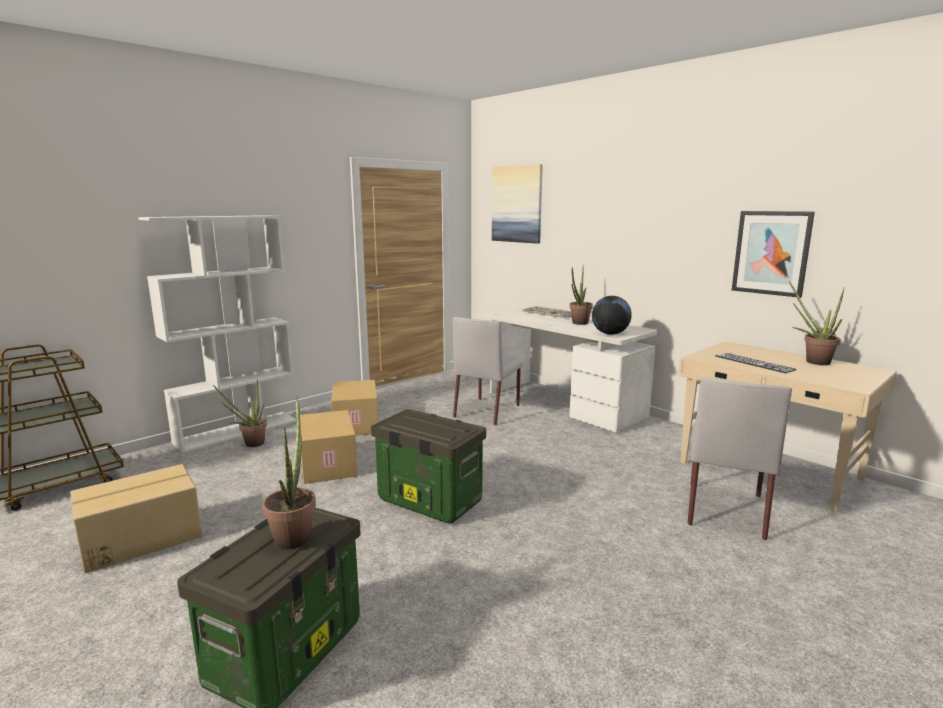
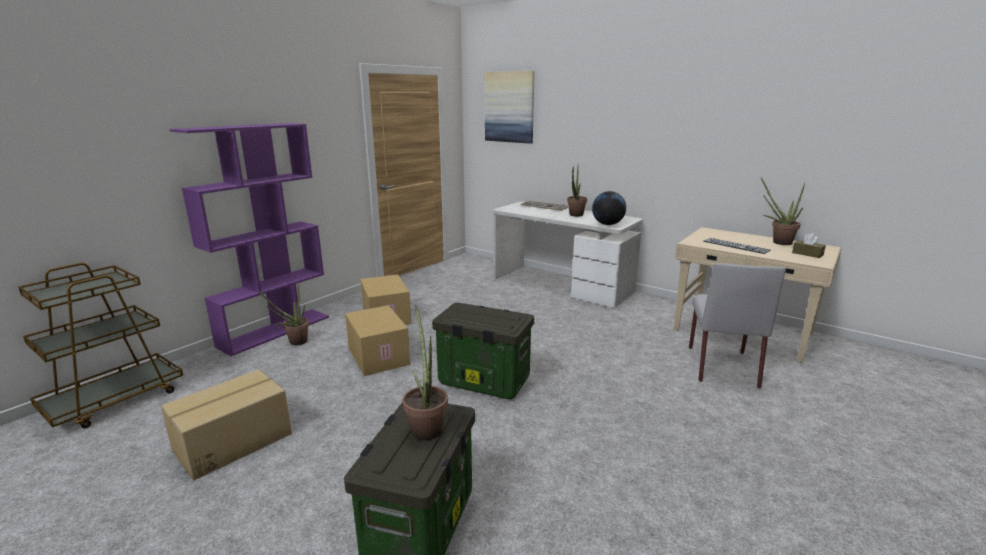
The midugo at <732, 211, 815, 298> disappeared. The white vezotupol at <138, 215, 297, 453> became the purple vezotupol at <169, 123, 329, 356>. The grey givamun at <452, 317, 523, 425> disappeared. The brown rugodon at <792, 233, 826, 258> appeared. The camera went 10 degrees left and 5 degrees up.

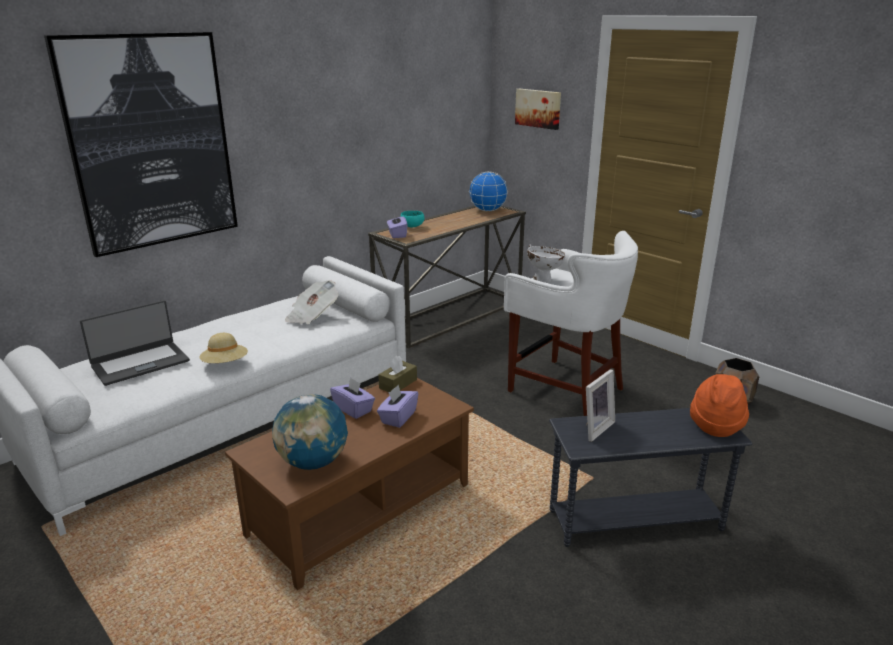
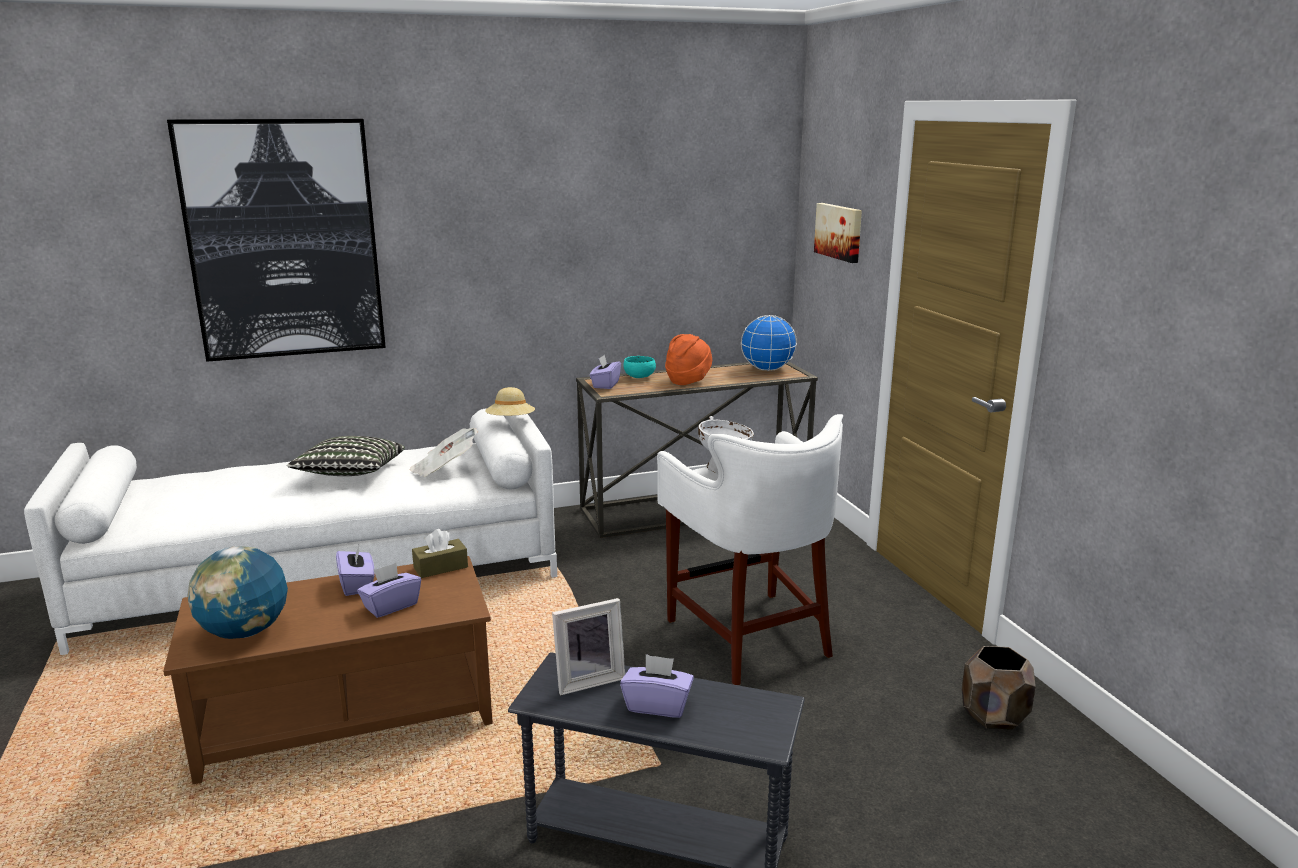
The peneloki at <80, 300, 190, 386> disappeared. The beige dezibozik moved from <200, 333, 248, 363> to <485, 387, 535, 416>. The orange dezibozik moved from <690, 374, 749, 437> to <665, 334, 712, 385>. The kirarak at <287, 436, 405, 476> appeared. The purple rugodon at <620, 654, 694, 718> appeared. The camera went 25 degrees right and 5 degrees down.

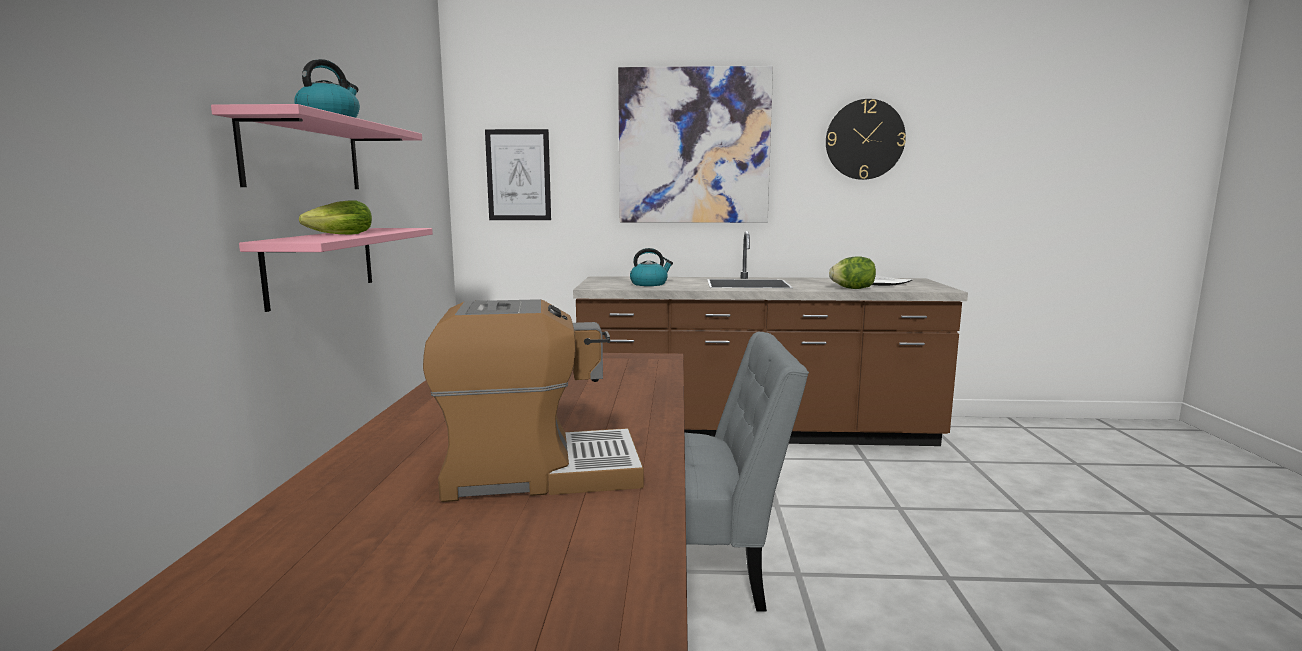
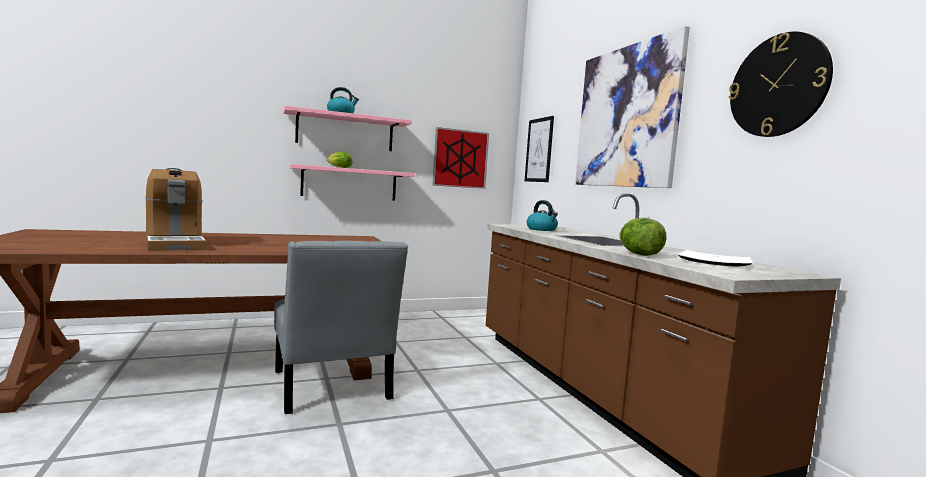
The midugo at <432, 127, 489, 189> appeared. The camera went 65 degrees right and 5 degrees down.

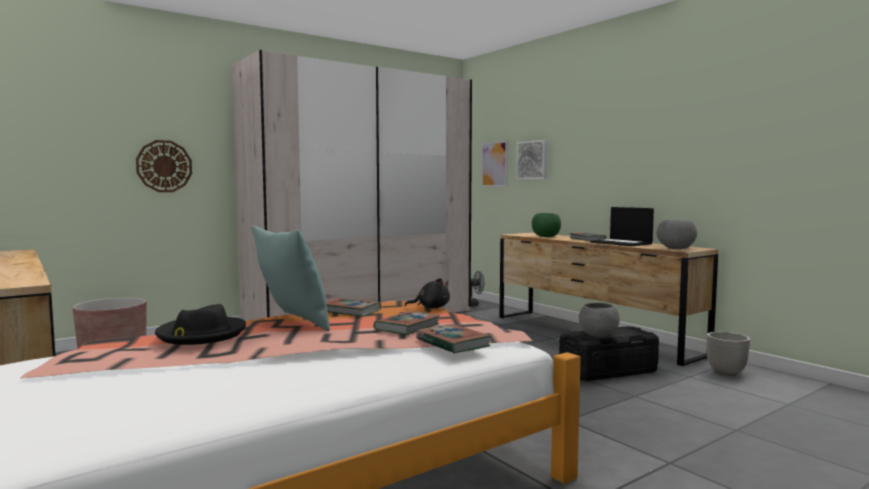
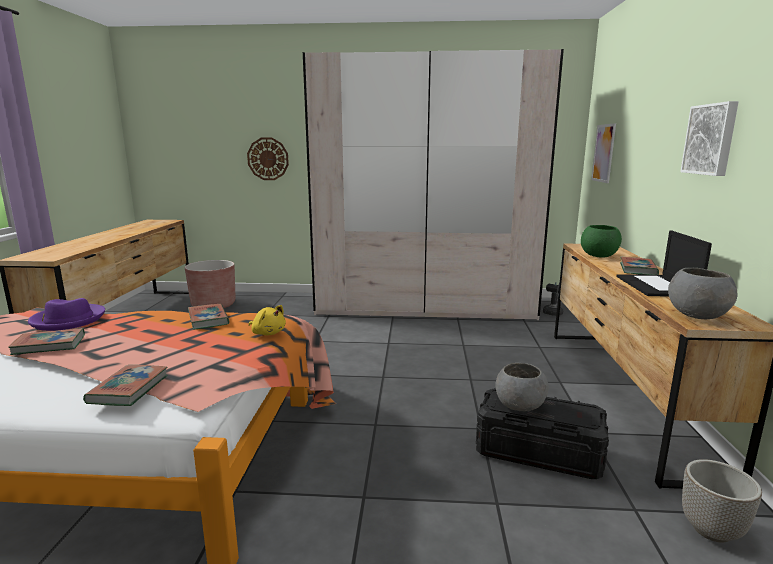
The midugo moved from <516, 140, 547, 179> to <680, 101, 739, 176>. The turquoise kirarak at <251, 226, 330, 331> disappeared. The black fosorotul at <405, 278, 450, 308> became the yellow fosorotul at <249, 305, 286, 335>. The black dezibozik at <155, 304, 246, 345> became the purple dezibozik at <28, 298, 105, 331>. The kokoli moved from <374, 311, 440, 335> to <8, 328, 85, 355>. The camera went 40 degrees right and 10 degrees up.

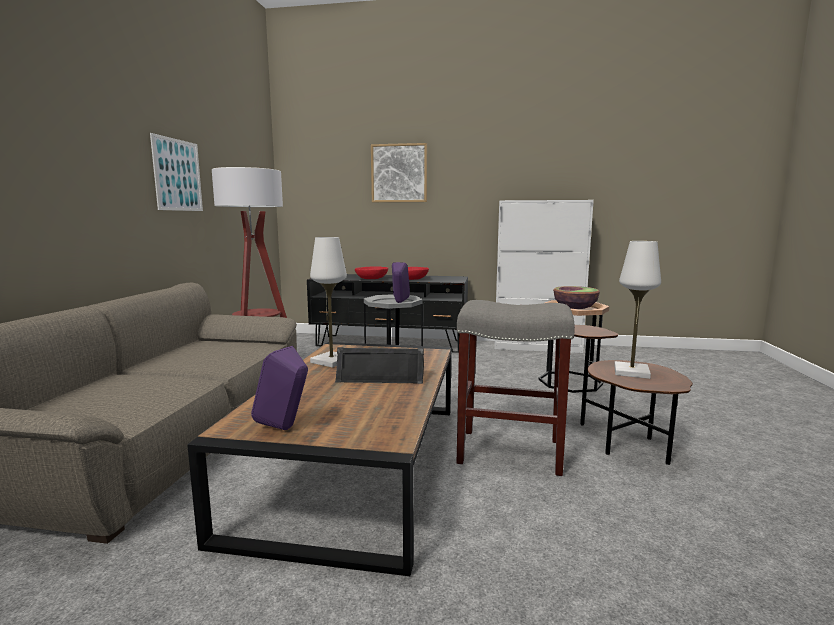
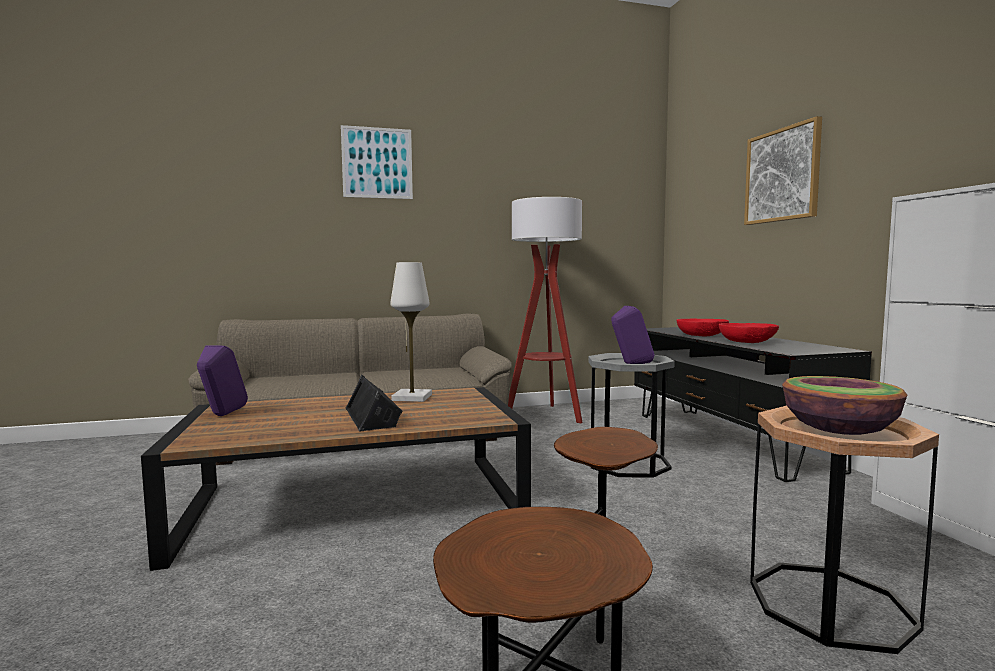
The midugo moved from <150, 133, 203, 211> to <341, 125, 413, 199>. The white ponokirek at <614, 241, 661, 379> disappeared. The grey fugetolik at <457, 300, 575, 476> disappeared. The camera went 65 degrees right and 5 degrees down.

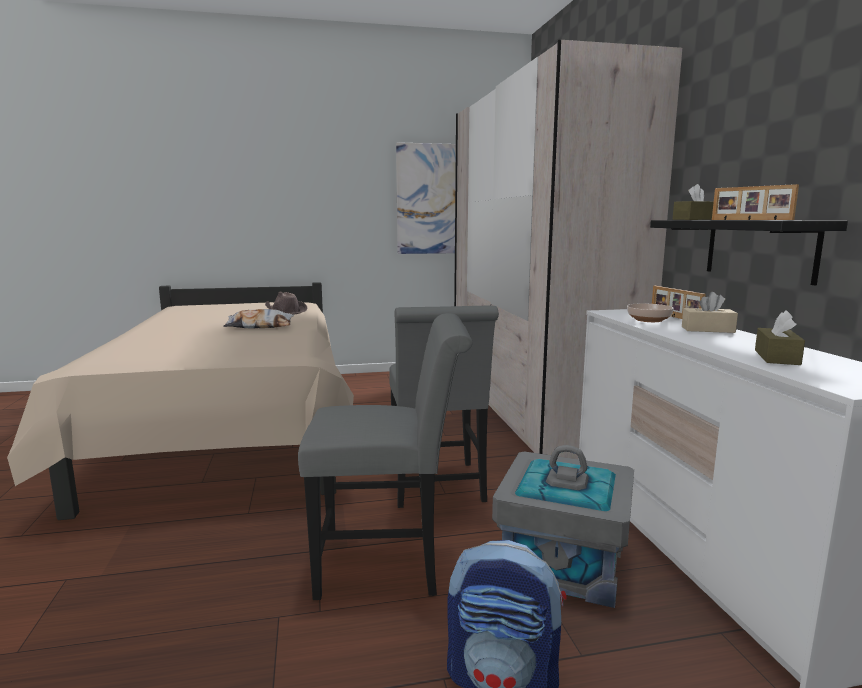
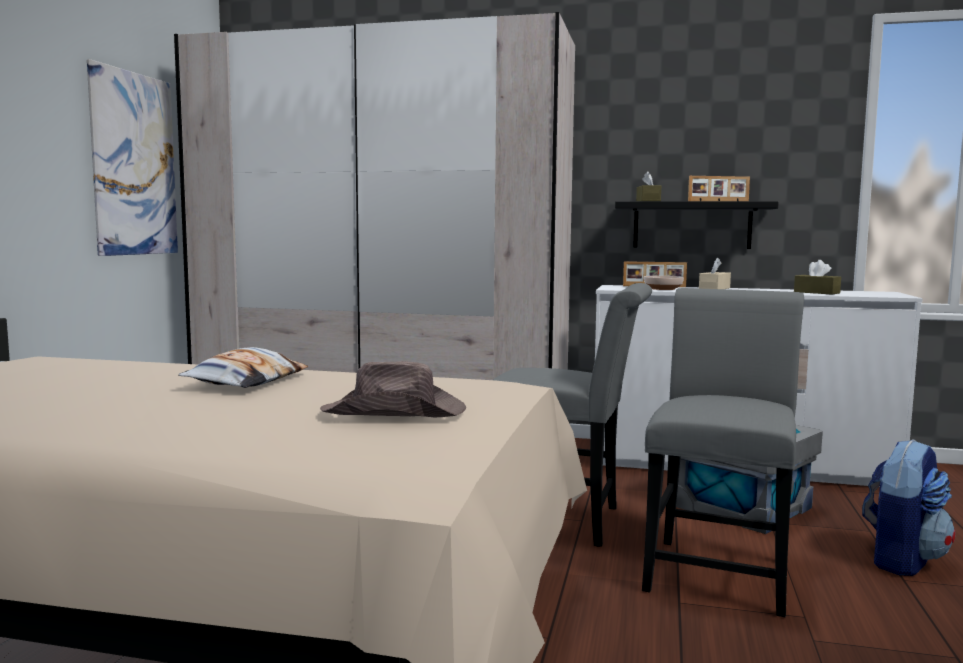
The brown dezibozik moved from <265, 292, 308, 314> to <320, 361, 466, 417>. The camera went 65 degrees left and 5 degrees down.

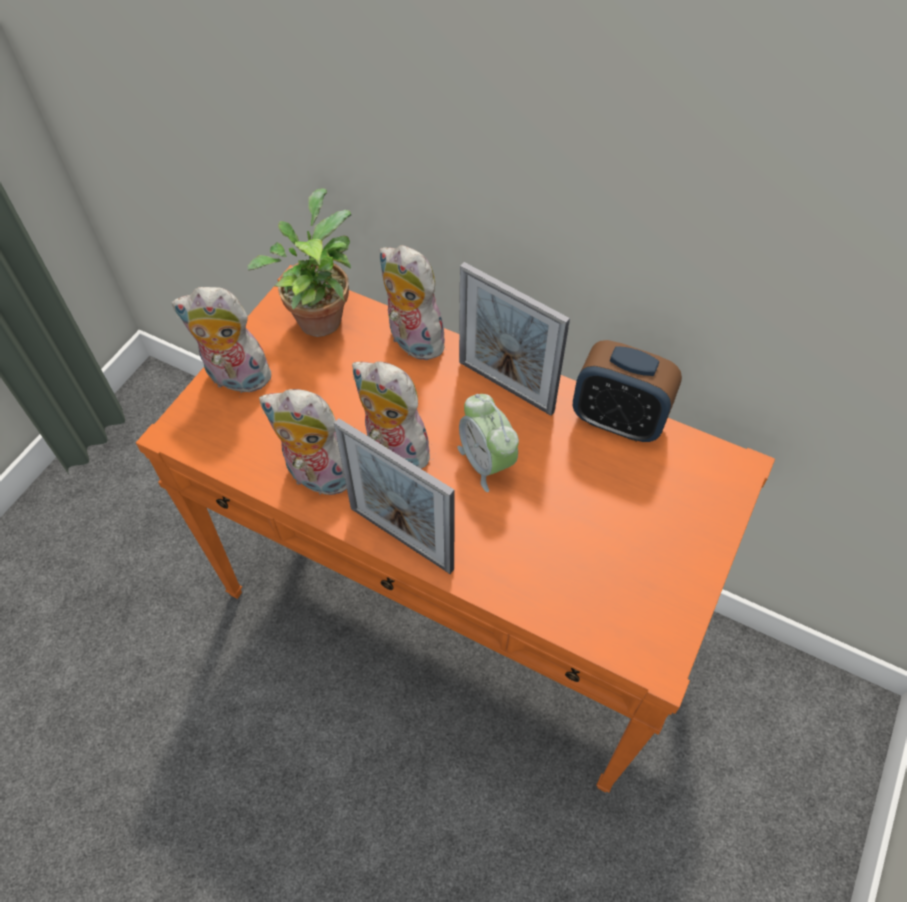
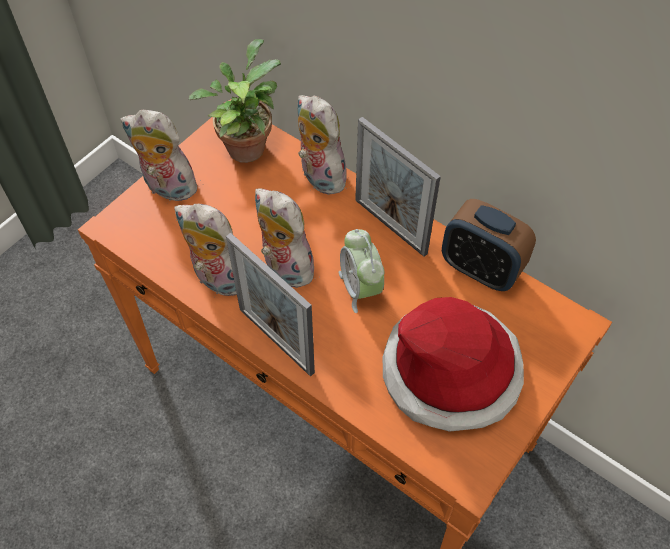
The dezibozik at <383, 297, 524, 432> appeared. The camera went 10 degrees right and 0 degrees up.

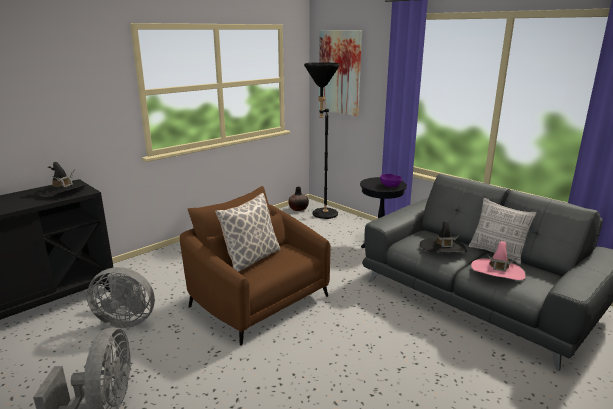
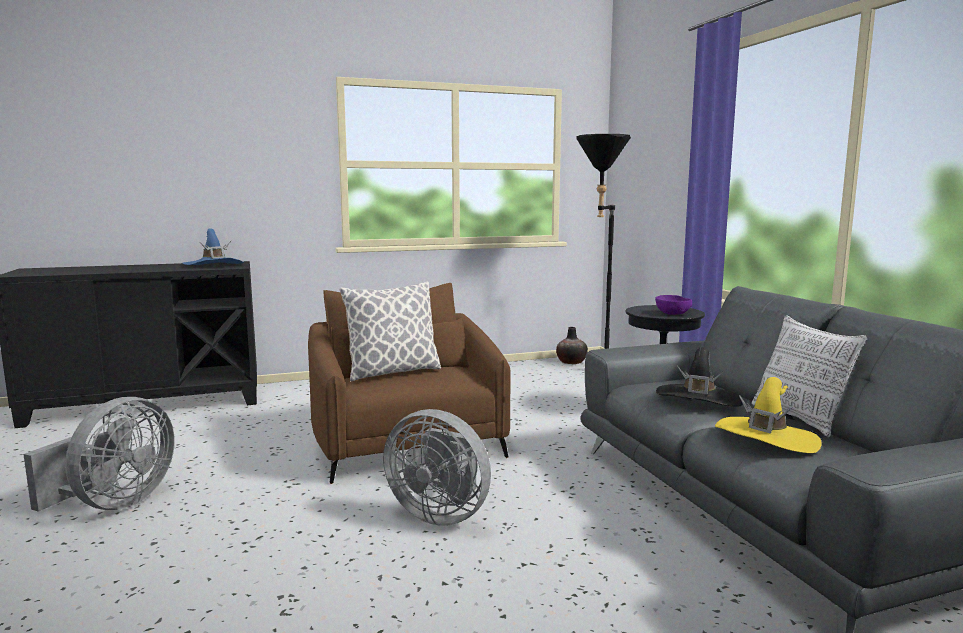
The midugo at <319, 30, 362, 116> disappeared. The black dezibozik at <35, 162, 87, 197> became the blue dezibozik at <182, 228, 244, 265>. The pink dezibozik at <471, 241, 525, 280> became the yellow dezibozik at <715, 377, 822, 453>. The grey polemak moved from <87, 267, 155, 328> to <383, 409, 491, 526>. The camera went 25 degrees right and 10 degrees down.

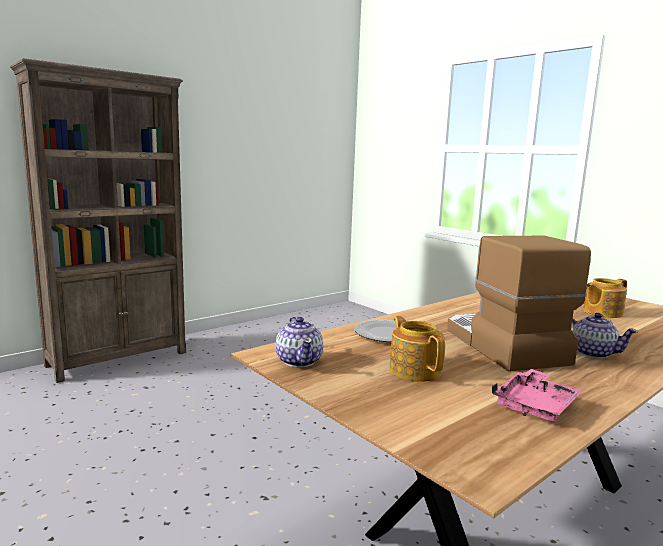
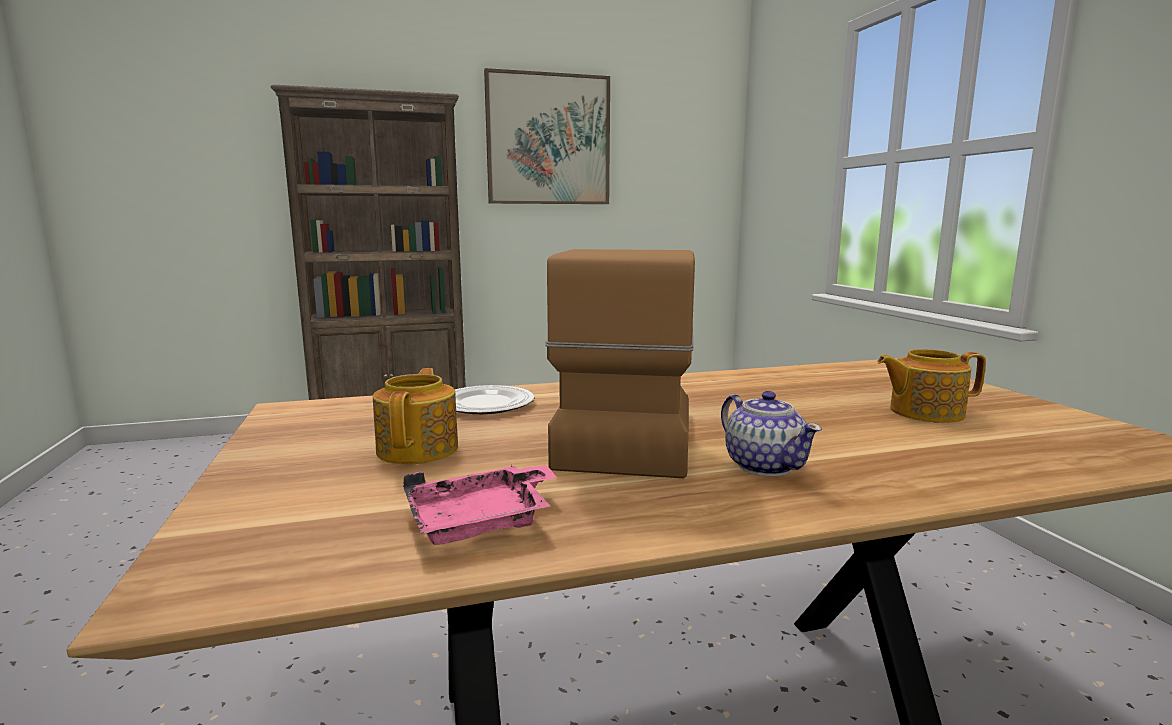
The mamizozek at <276, 317, 323, 367> disappeared. The midugo at <484, 68, 610, 204> appeared. The camera went 25 degrees right and 0 degrees up.

